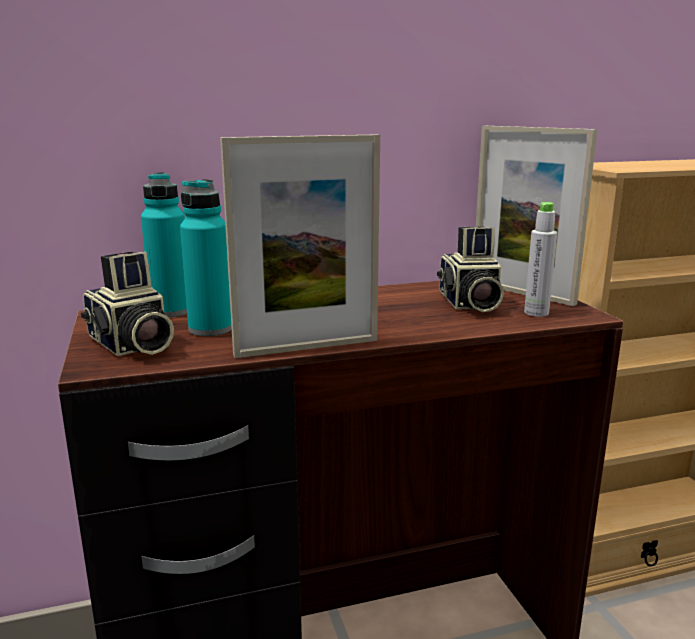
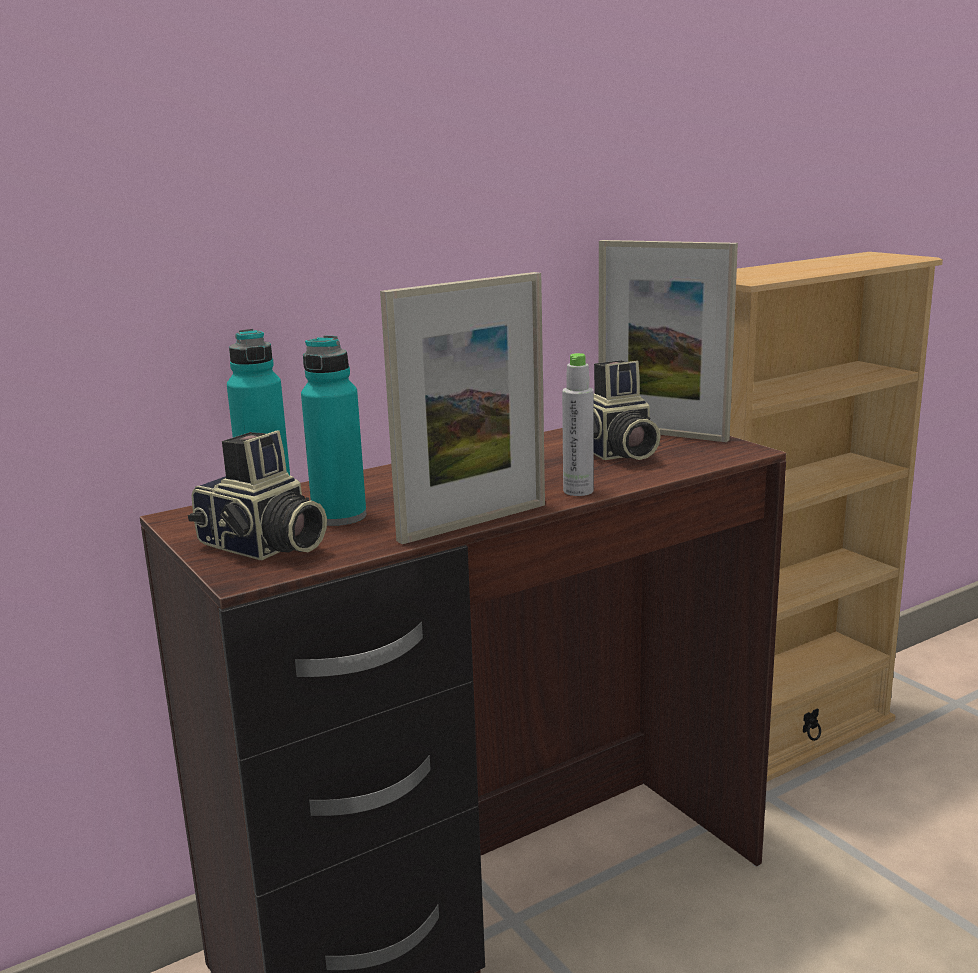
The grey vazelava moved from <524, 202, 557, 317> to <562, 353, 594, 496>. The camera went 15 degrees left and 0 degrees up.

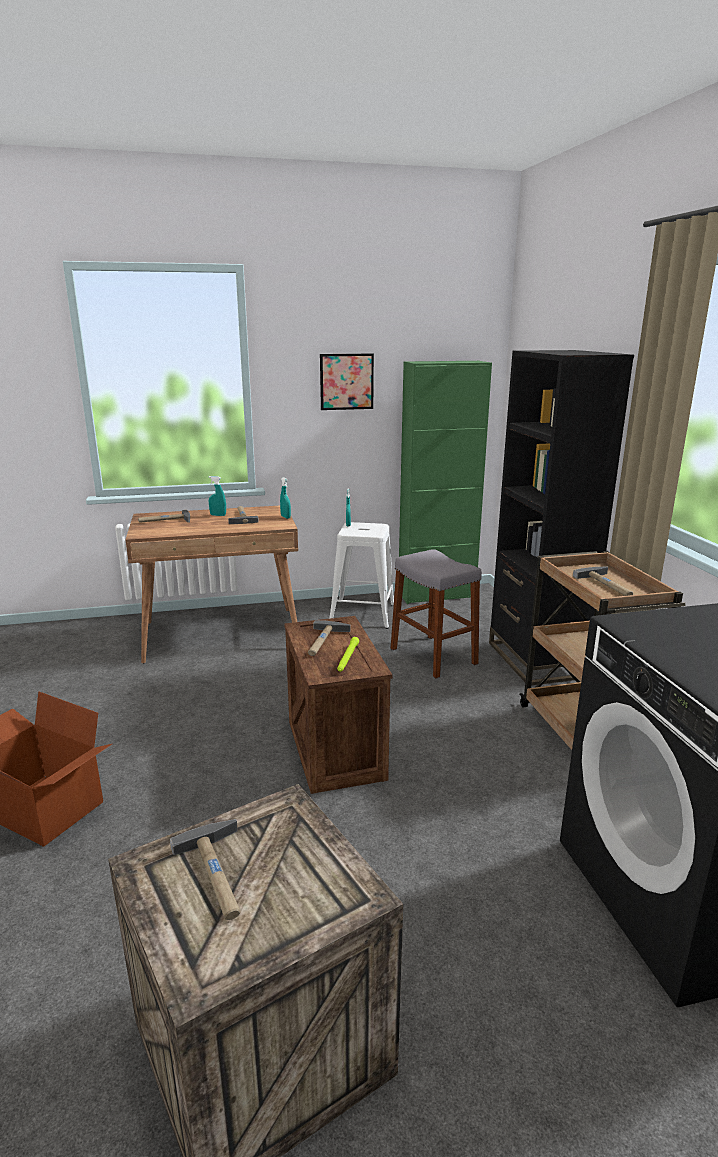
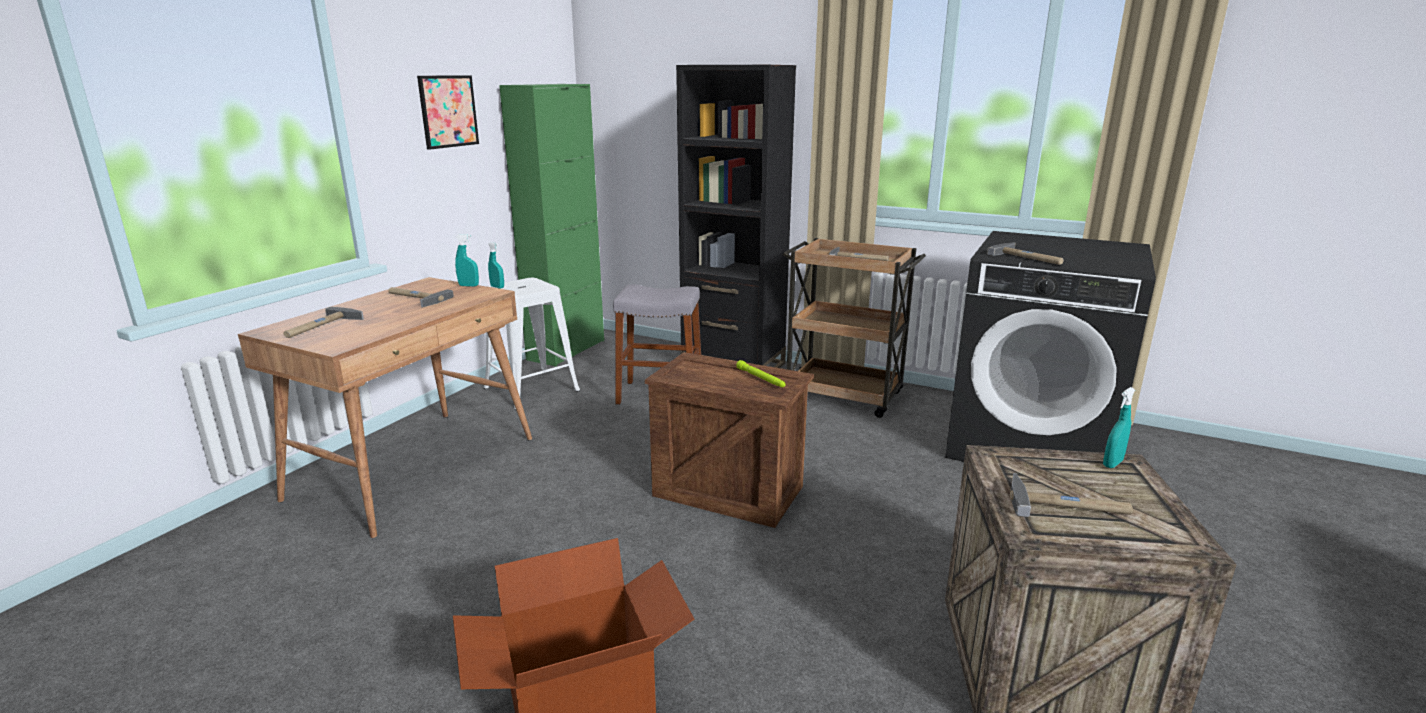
The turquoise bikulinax moved from <209, 476, 226, 516> to <1103, 387, 1135, 468>. The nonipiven moved from <308, 620, 351, 656> to <987, 242, 1064, 265>. The camera went 50 degrees left and 0 degrees up.

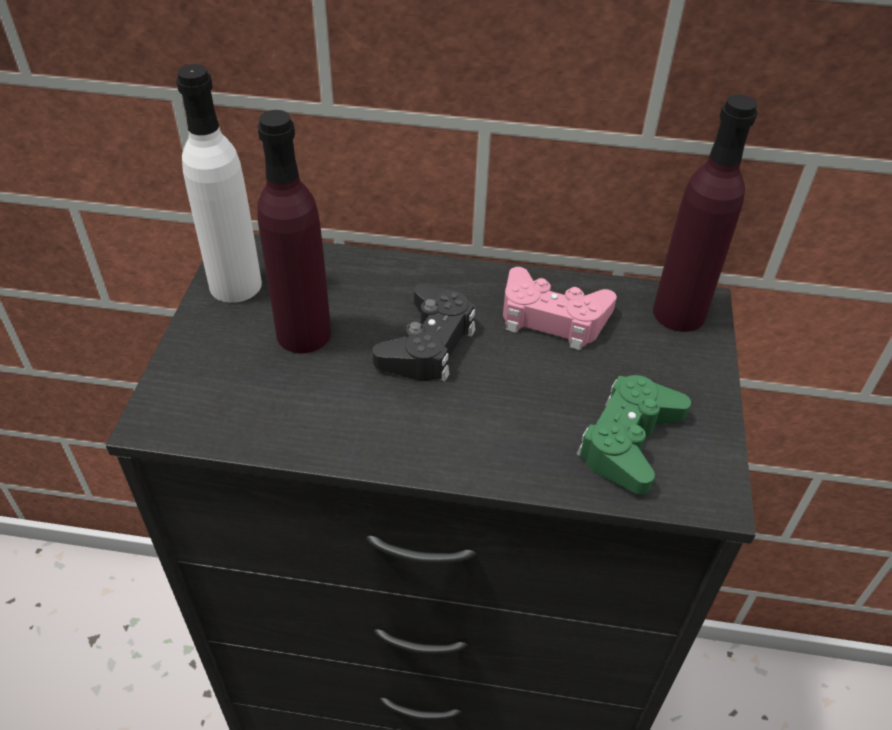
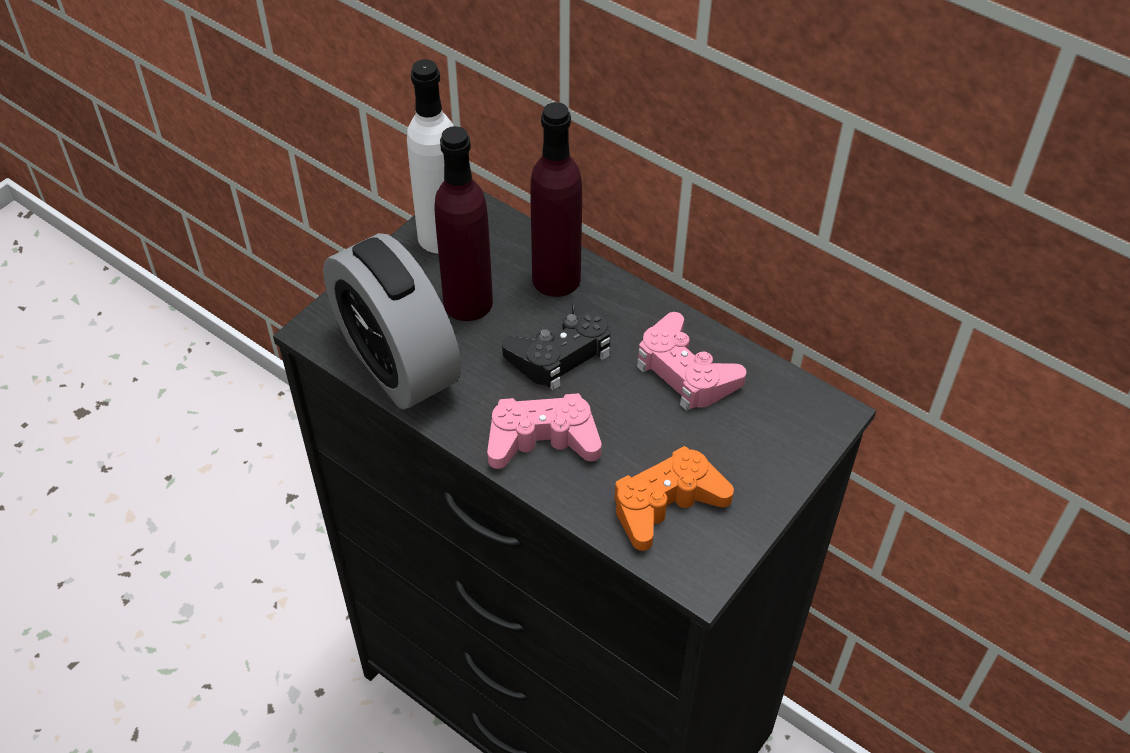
The purple vazelava moved from <653, 94, 757, 332> to <530, 102, 582, 297>. The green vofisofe at <577, 375, 691, 494> became the orange vofisofe at <615, 446, 734, 551>. The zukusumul at <323, 233, 461, 410> appeared. The pink vofisofe at <487, 393, 601, 469> appeared. The camera went 30 degrees right and 5 degrees up.

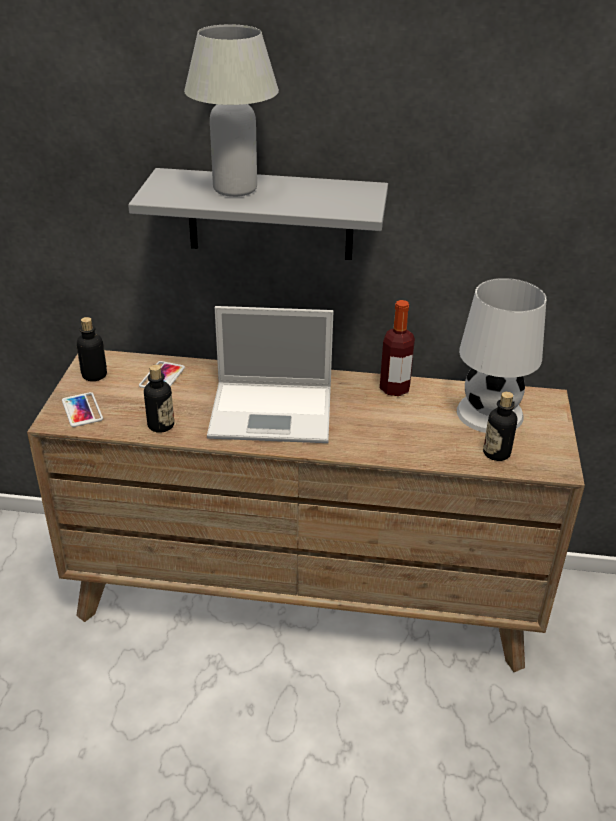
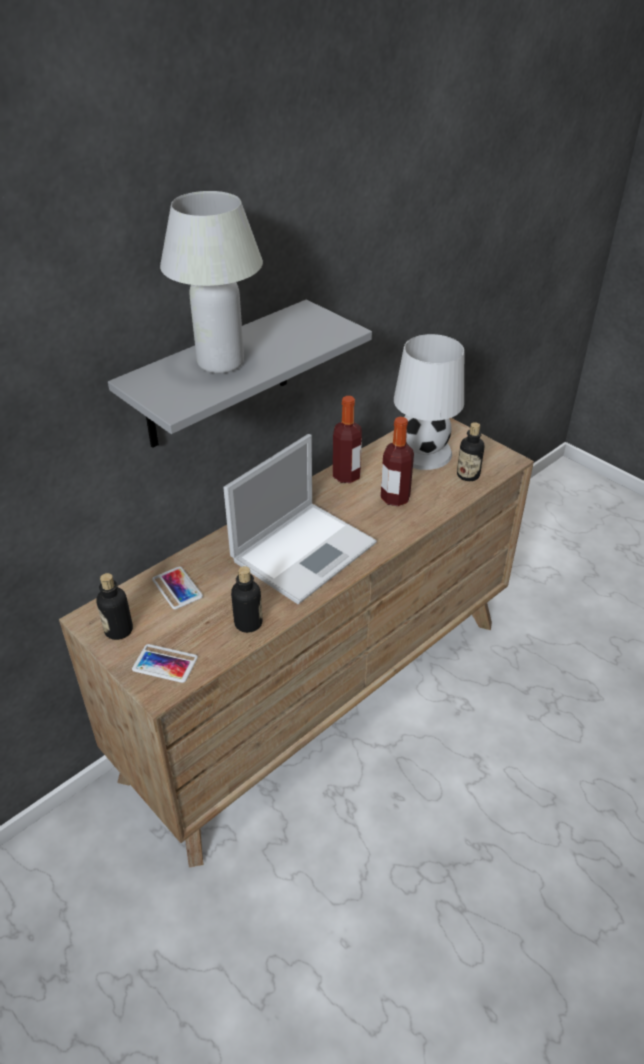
The vazelava at <381, 417, 414, 506> appeared. The camera went 50 degrees left and 5 degrees up.

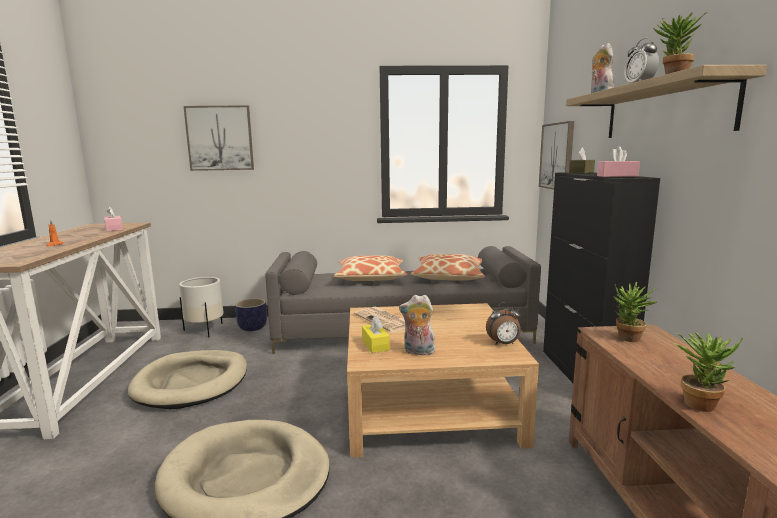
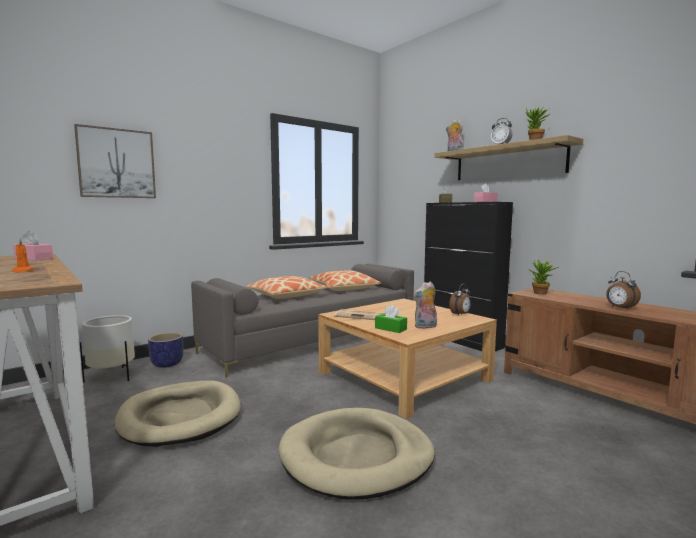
The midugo at <539, 121, 574, 190> disappeared. The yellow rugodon at <362, 316, 390, 353> became the green rugodon at <375, 305, 407, 333>. The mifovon at <675, 332, 743, 412> was replaced by the zukusumul at <606, 271, 641, 310>. The camera went 35 degrees left and 5 degrees down.

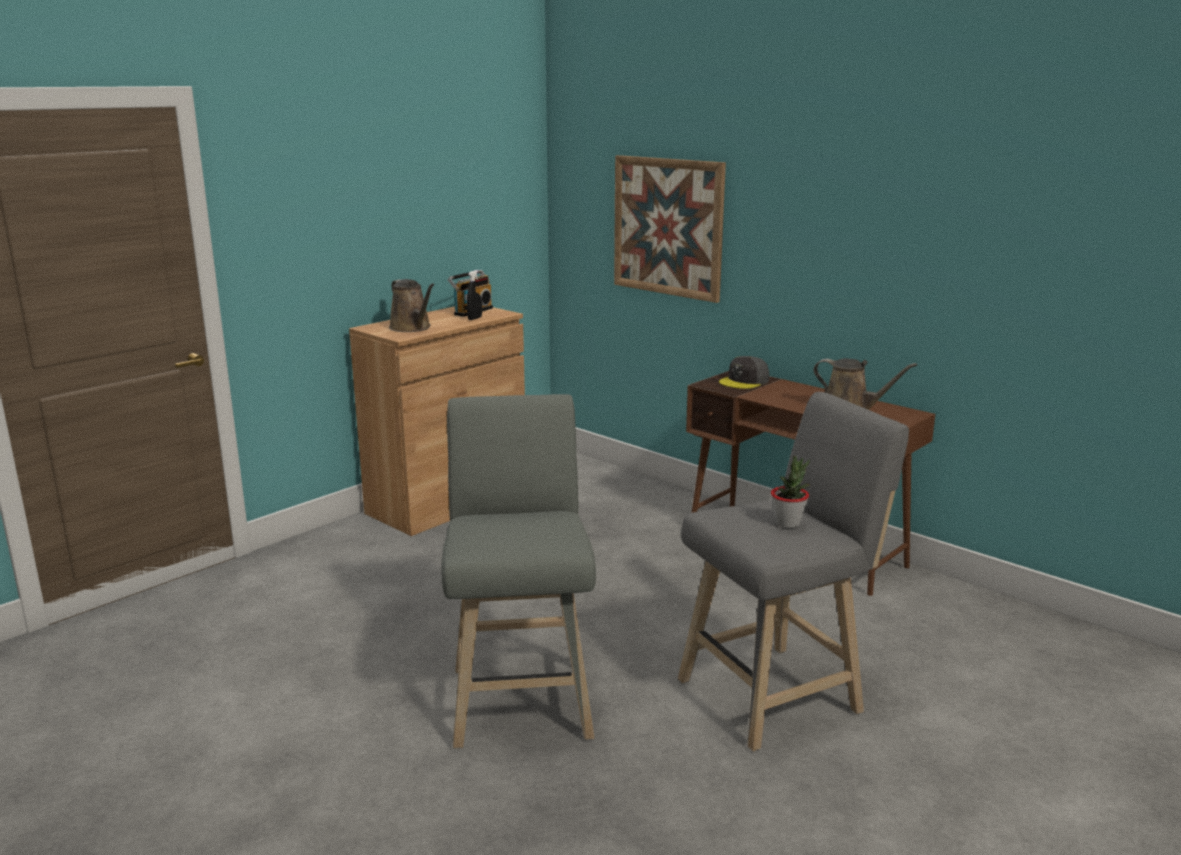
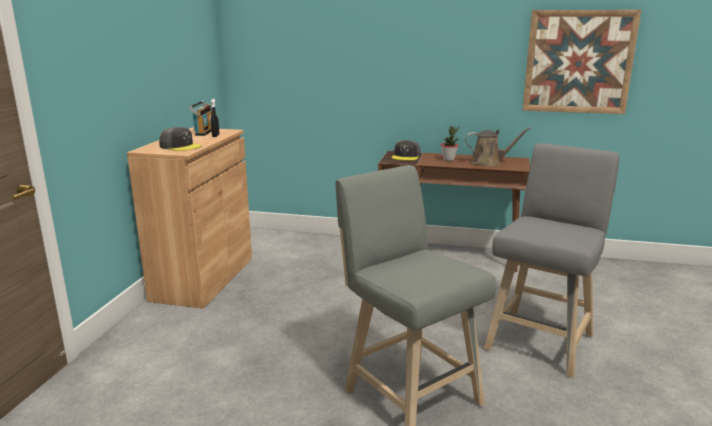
The midugo moved from <614, 155, 726, 303> to <522, 10, 641, 114>. The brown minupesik at <389, 279, 434, 332> was replaced by the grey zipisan at <159, 127, 202, 151>. The mifovon moved from <771, 456, 810, 528> to <441, 126, 459, 161>. The camera went 30 degrees left and 0 degrees up.

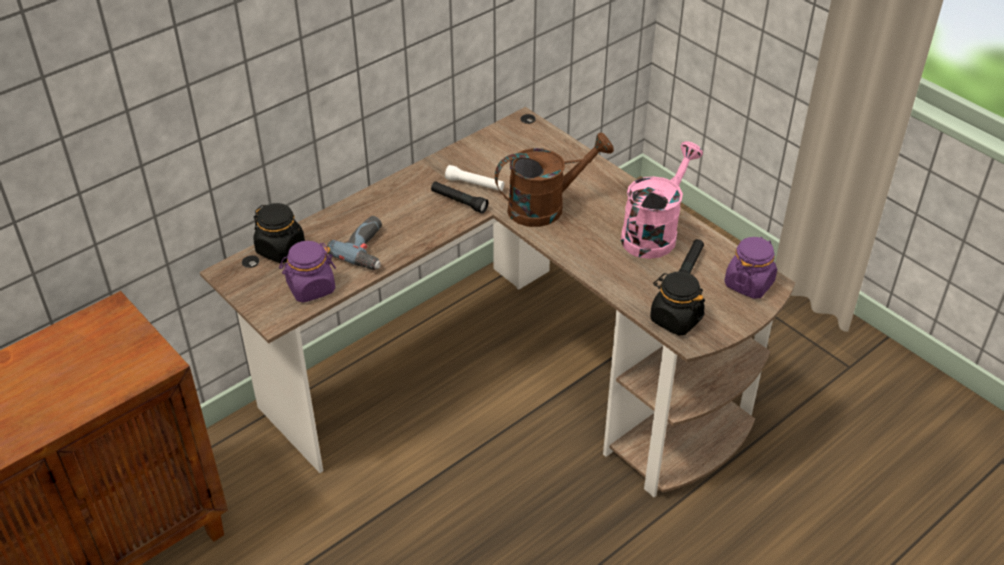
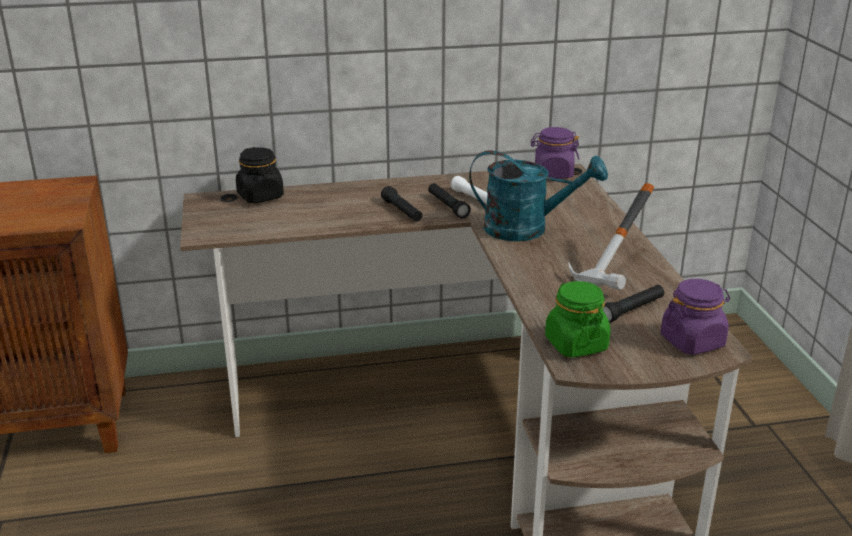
The brown minupesik at <495, 133, 614, 227> became the turquoise minupesik at <469, 150, 608, 241>. The pink minupesik at <621, 141, 703, 259> was replaced by the nonipiven at <568, 183, 654, 290>. The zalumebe at <327, 216, 382, 270> disappeared. The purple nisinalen moved from <279, 241, 336, 303> to <530, 127, 579, 179>. The black nisinalen at <650, 271, 705, 336> became the green nisinalen at <545, 281, 610, 358>. The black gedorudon at <381, 186, 422, 222> appeared. The camera went 30 degrees right and 15 degrees down.

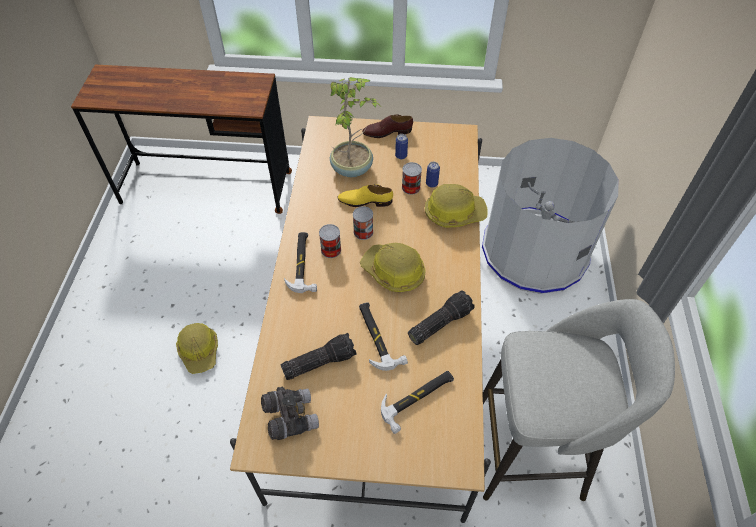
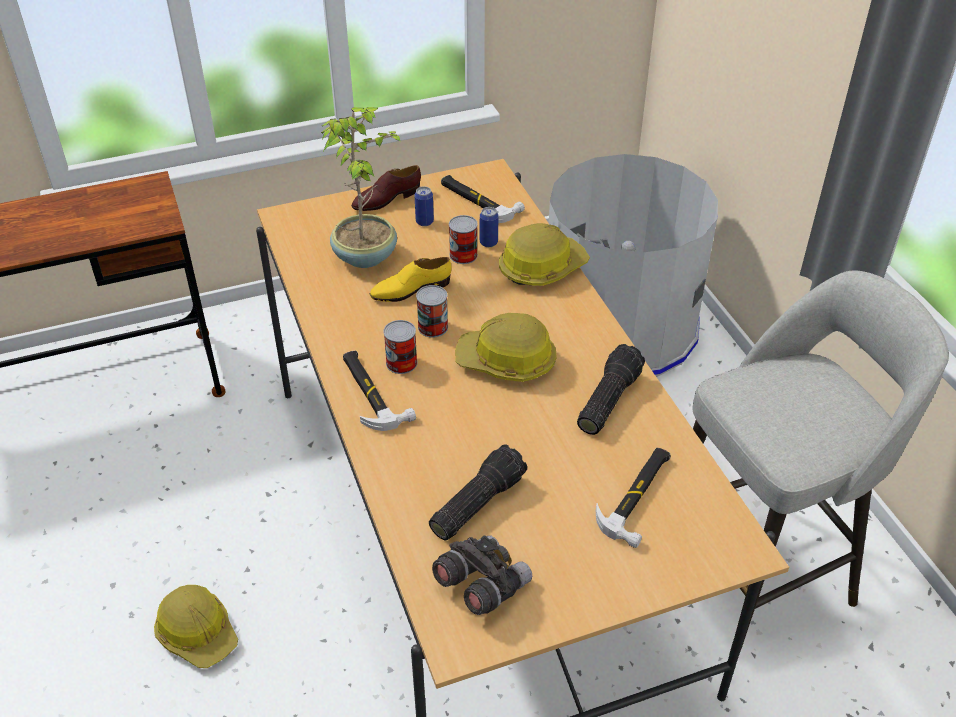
The nonipiven moved from <359, 302, 408, 371> to <441, 175, 525, 223>. The camera went 25 degrees left and 10 degrees down.

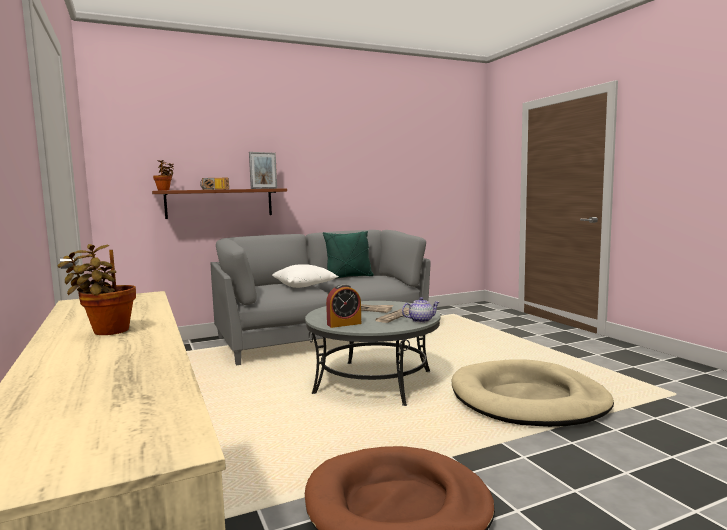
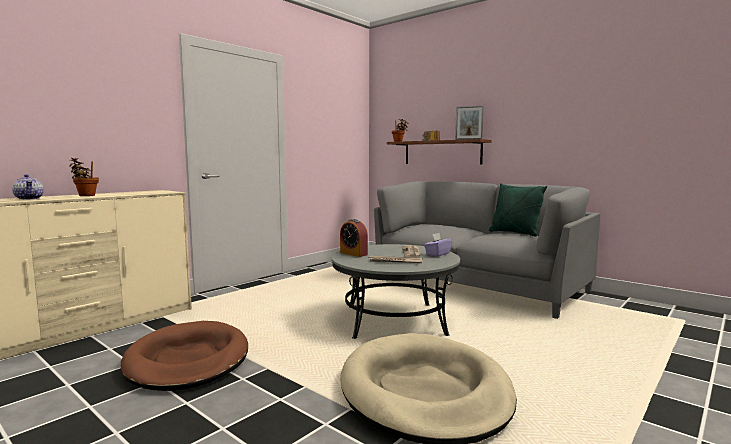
The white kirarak at <272, 264, 339, 288> disappeared. The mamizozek moved from <402, 297, 440, 323> to <12, 174, 44, 200>. The purple rugodon at <424, 233, 452, 257> appeared. The camera went 65 degrees right and 0 degrees up.

